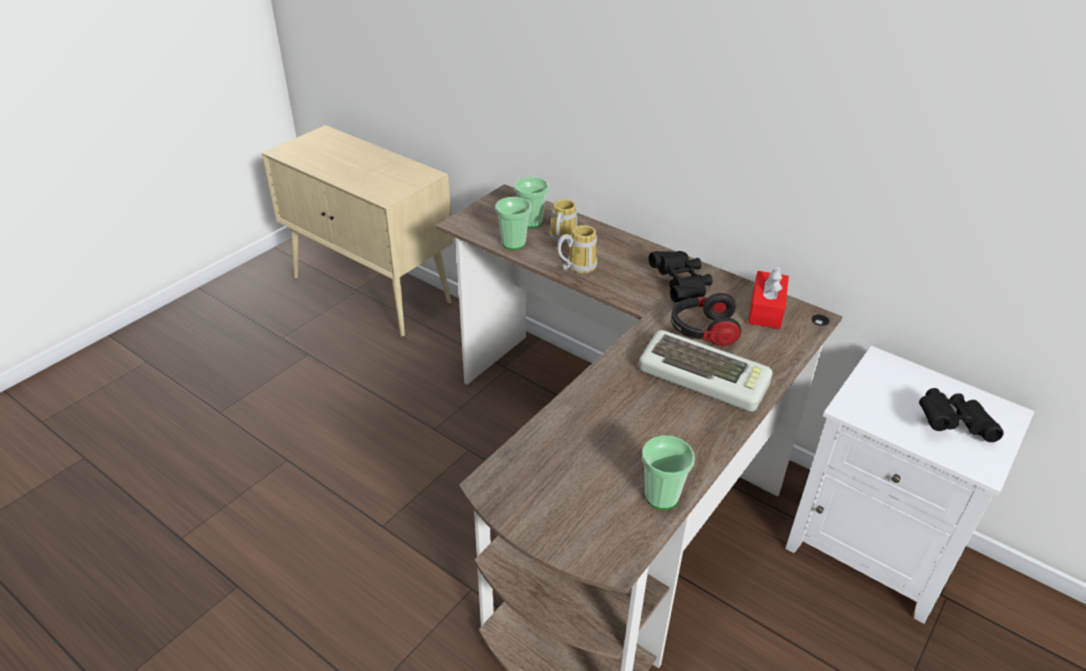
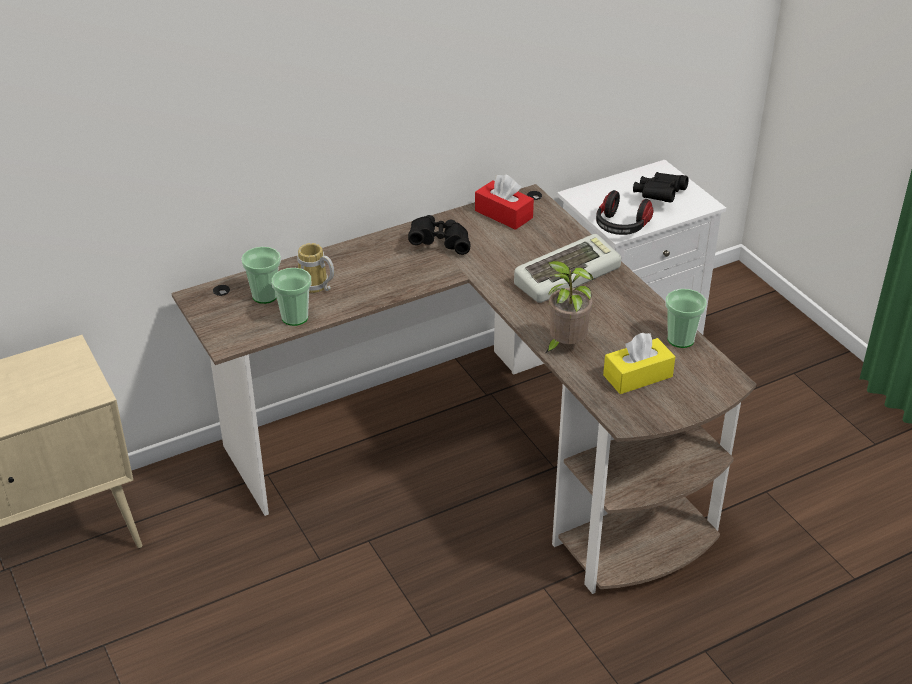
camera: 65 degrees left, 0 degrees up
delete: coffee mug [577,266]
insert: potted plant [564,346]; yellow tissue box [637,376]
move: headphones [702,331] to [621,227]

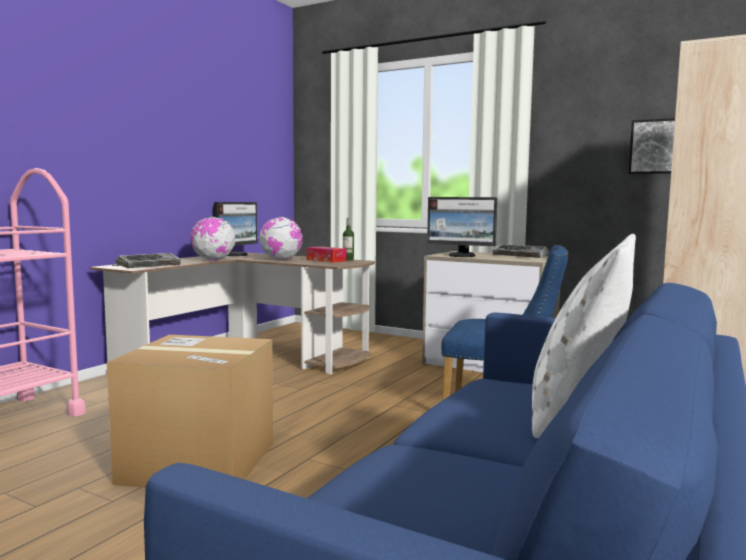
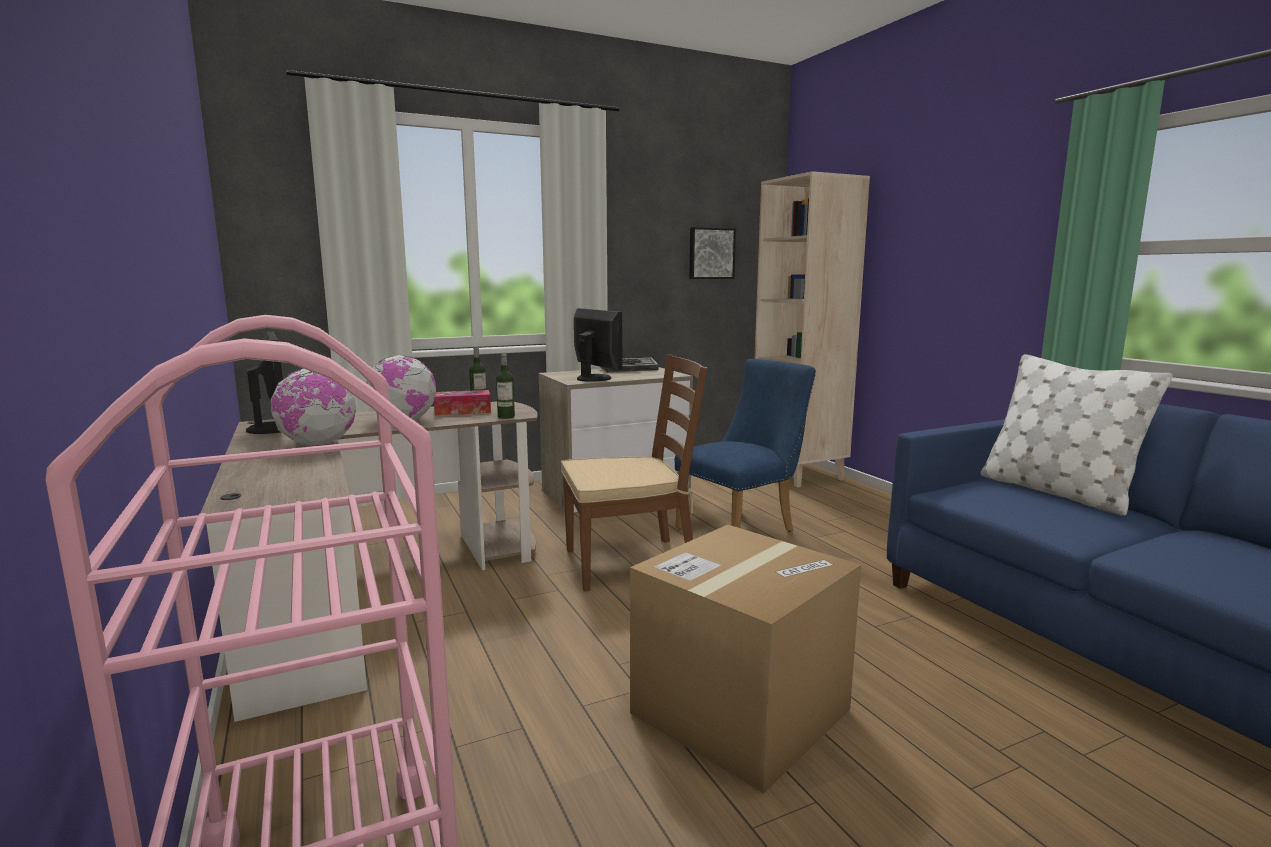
camera: 55 degrees left, 5 degrees up
delete: PC keyboard [149,265]
insert: beverage bottle [506,417]; brown chair [630,563]
rotate: computer screen [462,255] = [595,378] 90 degrees counterclockwise

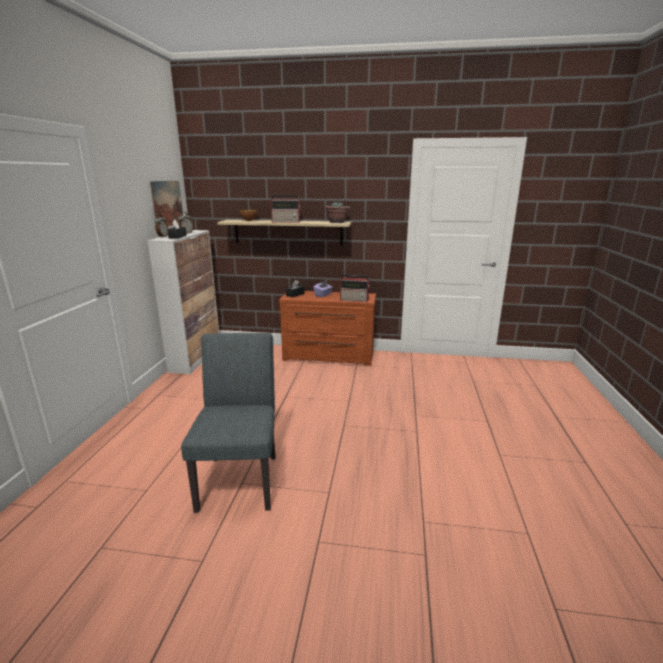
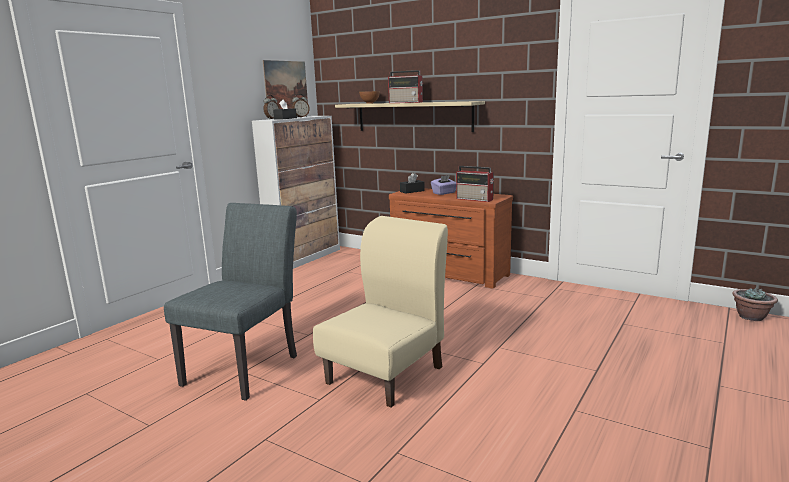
camera: 25 degrees right, 5 degrees down
insert: beige chair [386,374]
move: potted plant [337,222] to [751,317]

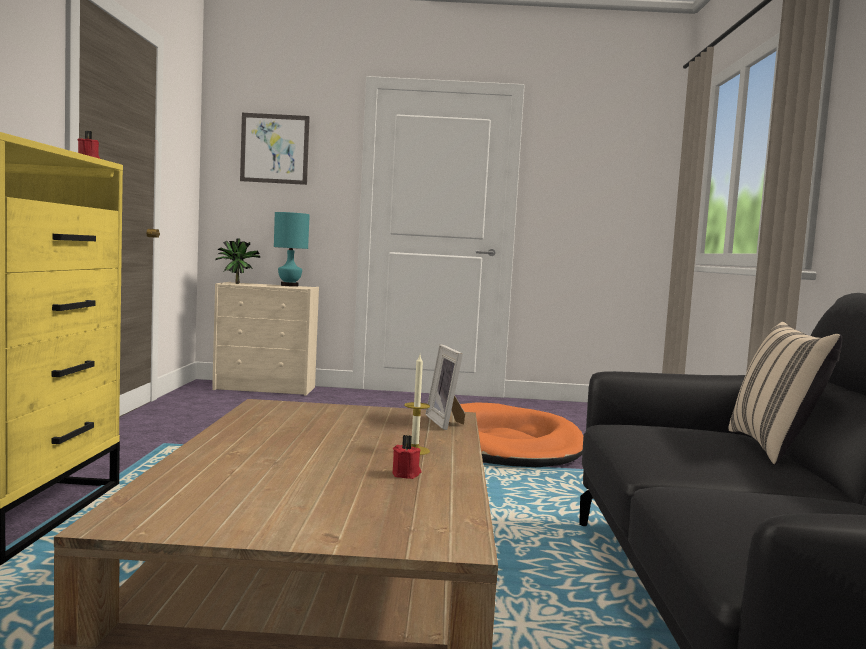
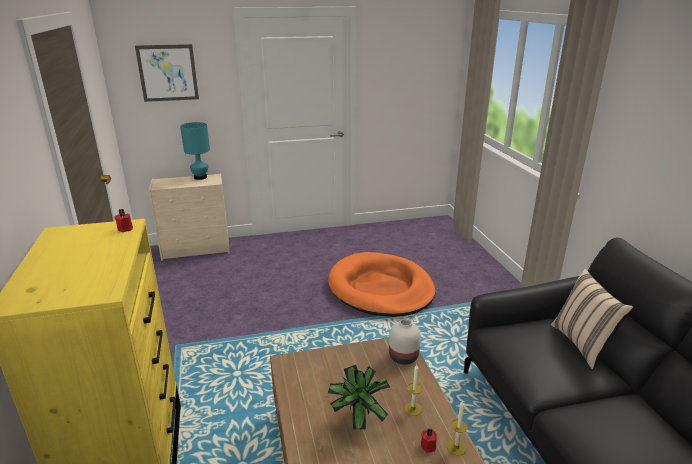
camera: 15 degrees left, 20 degrees up
insert: wax light [456,447]
move: potted plant [236,283] to [357,421]
replace: picture frame [447,422] to whitish decorative vase [404,357]

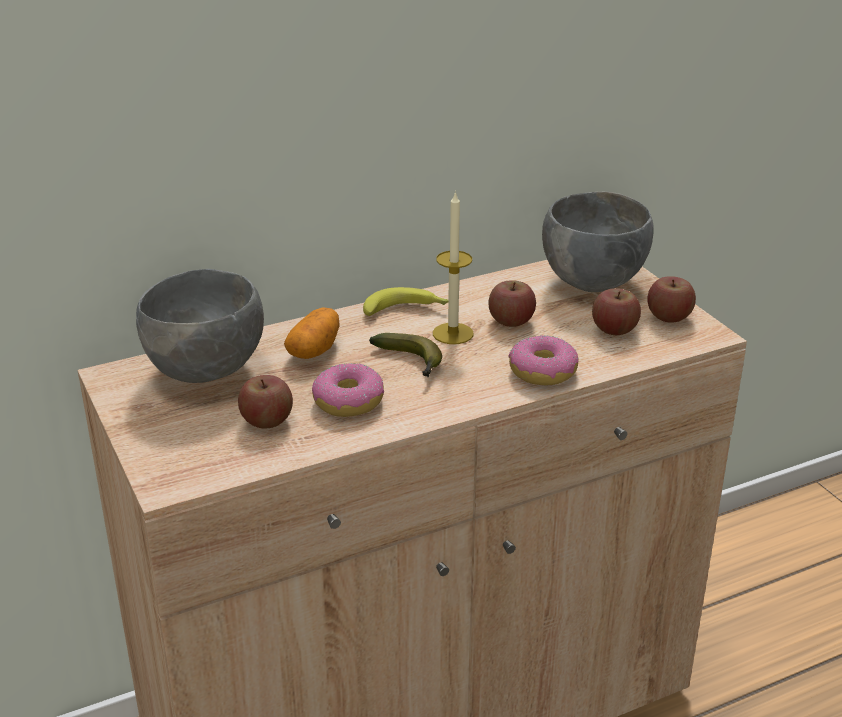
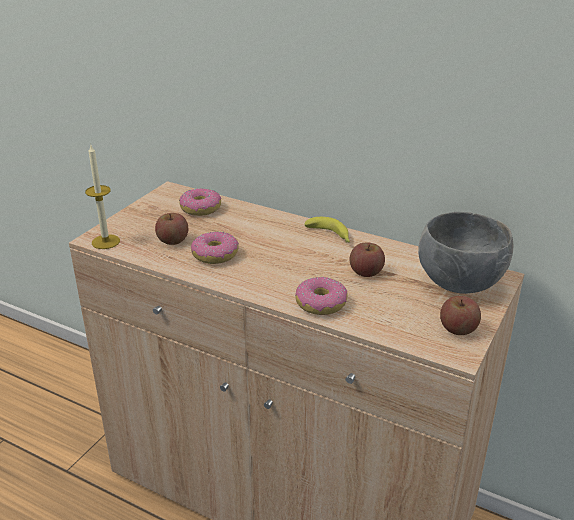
camera: 55 degrees right, 0 degrees up
delete: whole potato [314,350]; banana fruit [411,363]; apple fruit [614,329]
move: wax light [453,333] to [105,242]
replace: grey serving bowl [208,370] to donut [201,209]

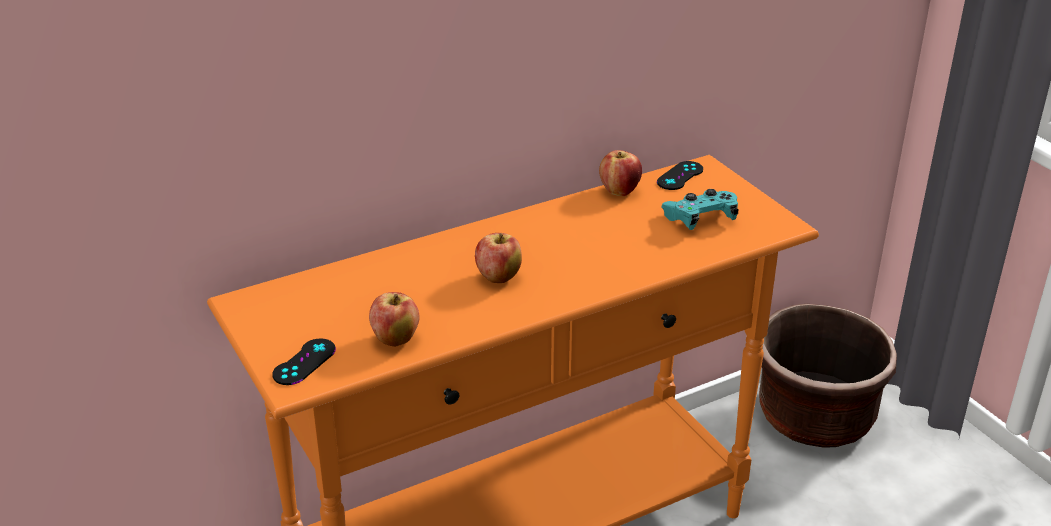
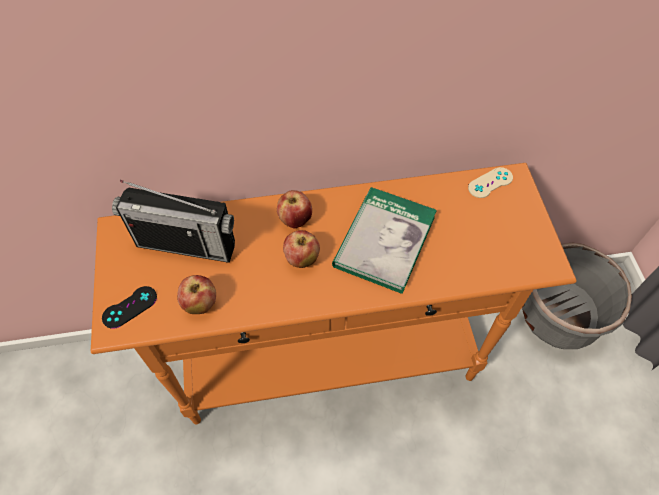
camera: 20 degrees right, 25 degrees up
delete: turquoise-coloured gamepad [700,219]
insert: radio receiver [186,244]; book [384,241]
move: apple fruit [619,191] to [295,220]
recolor: black-coloured gamepad [680,176] to beige gamepad [490,183]; brown flower pot [815,416] to grey flower pot [558,315]

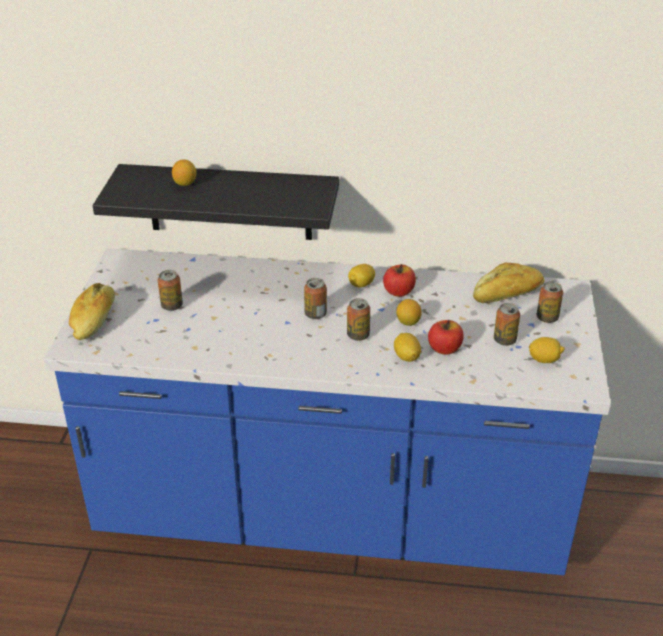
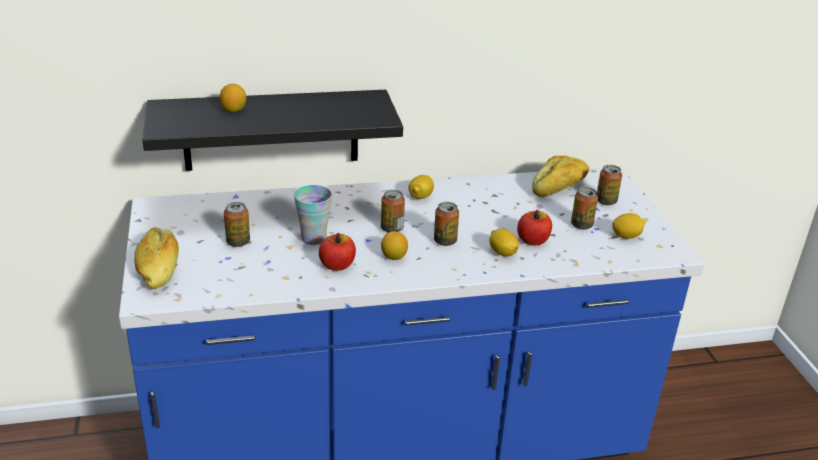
camera: 20 degrees left, 5 degrees down
insert: cup [313,238]
move: apple fruit [398,292] to [337,265]; lemon [408,322] to [394,257]

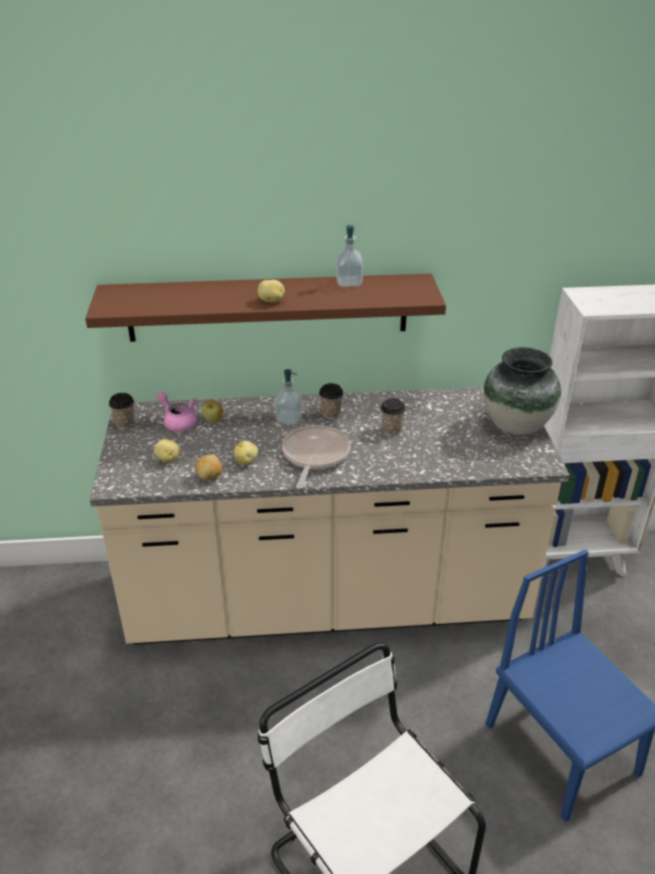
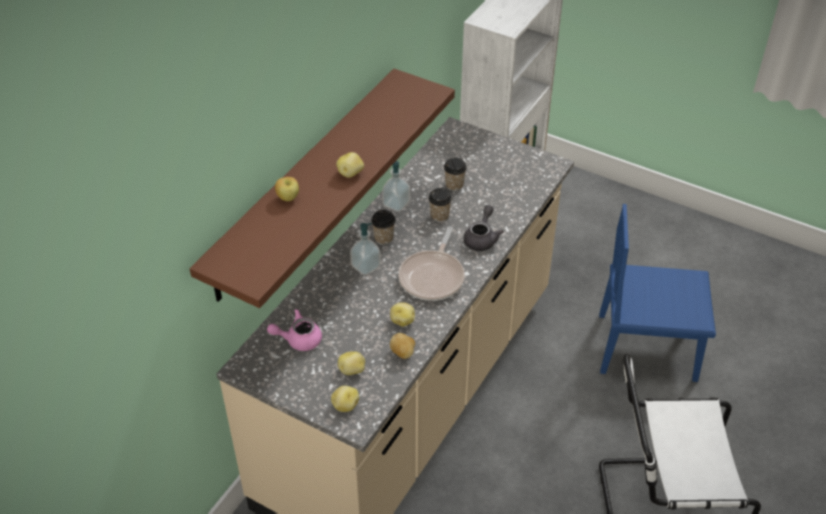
camera: 55 degrees left, 10 degrees up
delete: decorative vase [516,426]
insert: whole potato [345,405]; grey pot for tea [482,238]
move: cup [125,424] to [454,185]; apple fruit [213,420] to [288,198]; liquid soap bottle [349,282] to [396,204]
rotate: frying pan [314,456] = [433,277] 120 degrees counterclockwise

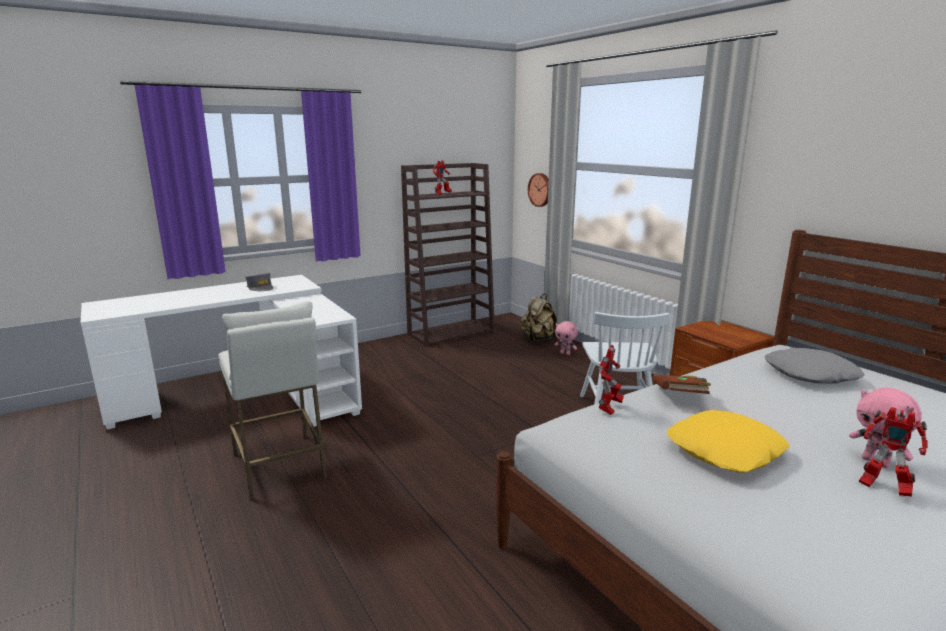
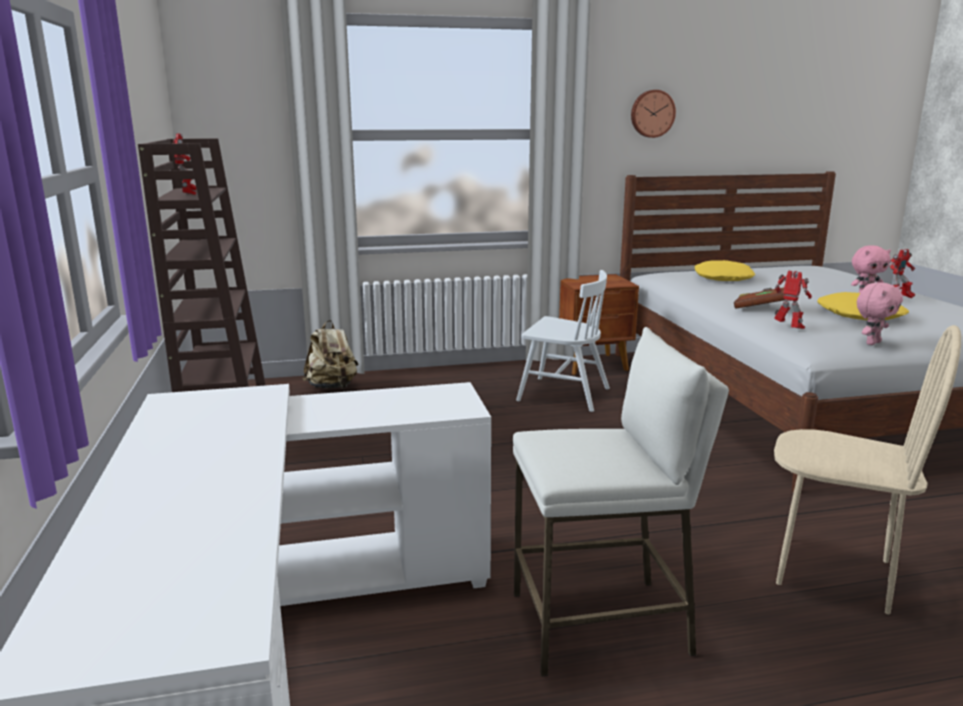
camera: 70 degrees left, 0 degrees up
delete: grey baseball cap [260,287]
insert: beige chair [833,573]
move: hanging clock [540,190] to [652,113]; pinkish plush toy [565,353] to [872,343]
recolor: grey pillow [810,374] to yellow pillow [722,278]

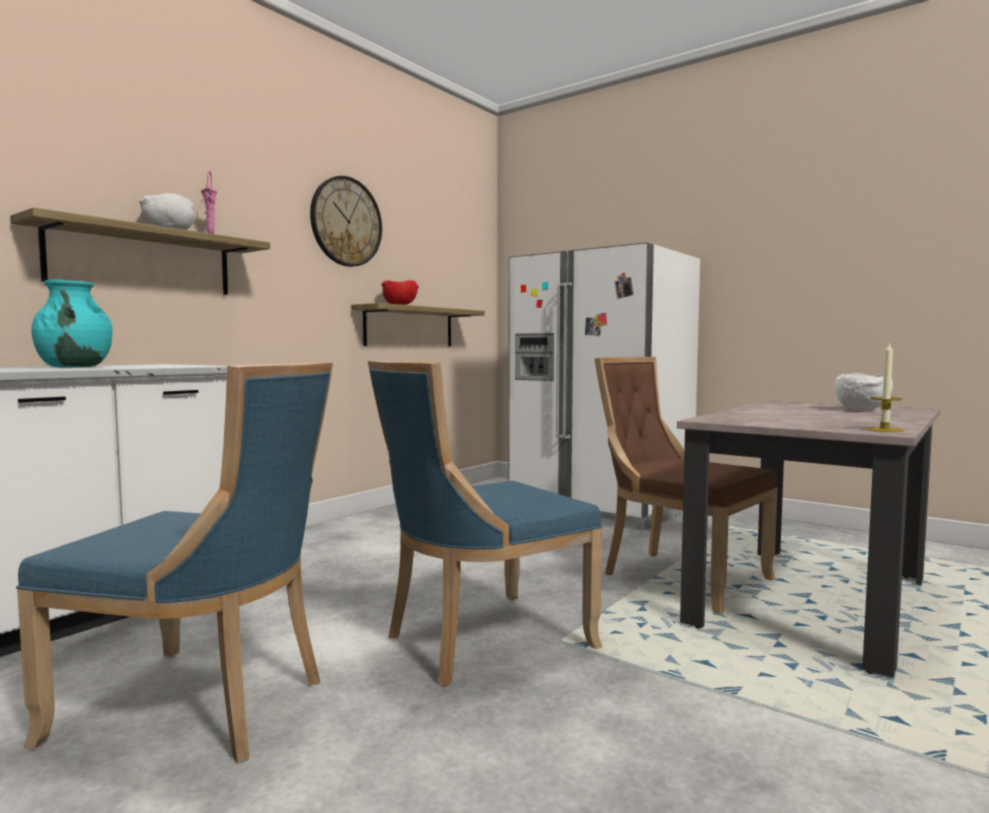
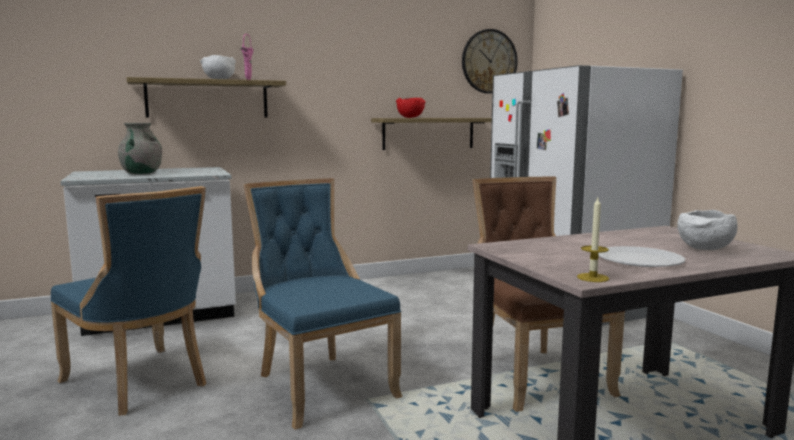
camera: 30 degrees right, 5 degrees up
insert: whitish dinner plate [639,259]
move: hanging clock [346,222] to [489,61]
recolor: turquoise-coloured decorative vase [74,367] to grey decorative vase [141,173]
rotate: blue-coloured chair [480,640] = [320,385] 60 degrees clockwise

